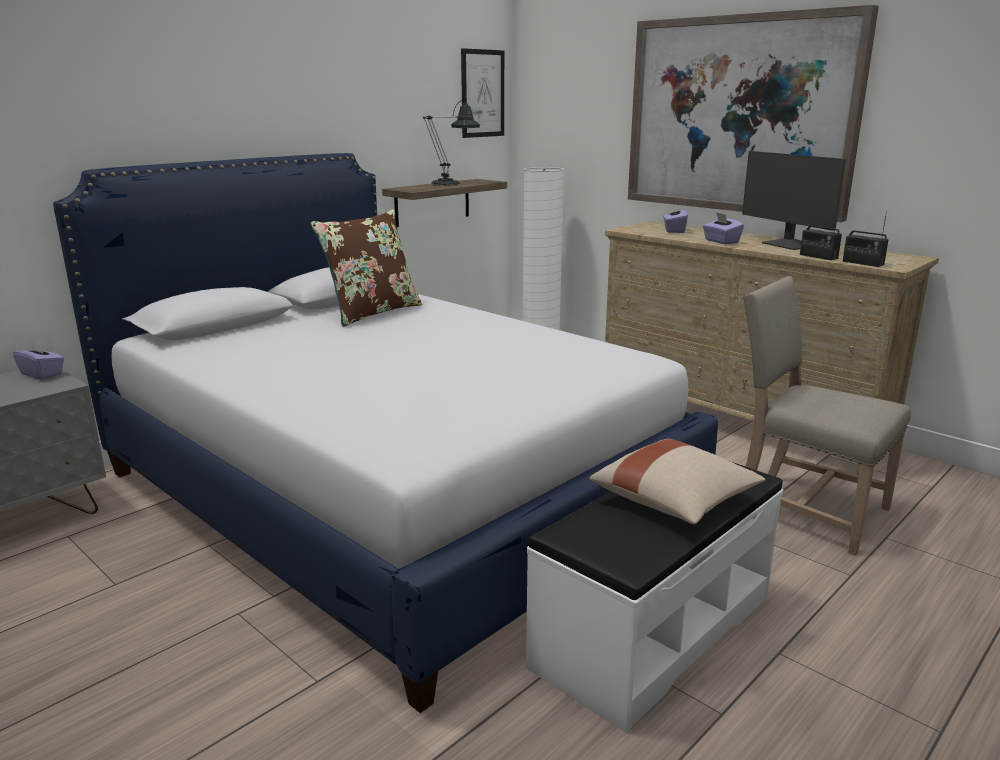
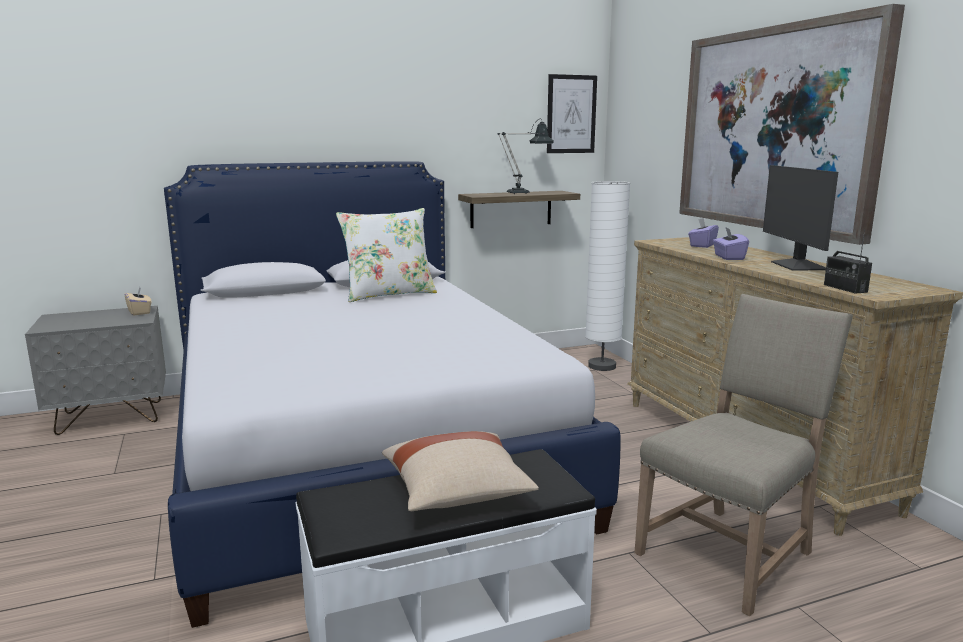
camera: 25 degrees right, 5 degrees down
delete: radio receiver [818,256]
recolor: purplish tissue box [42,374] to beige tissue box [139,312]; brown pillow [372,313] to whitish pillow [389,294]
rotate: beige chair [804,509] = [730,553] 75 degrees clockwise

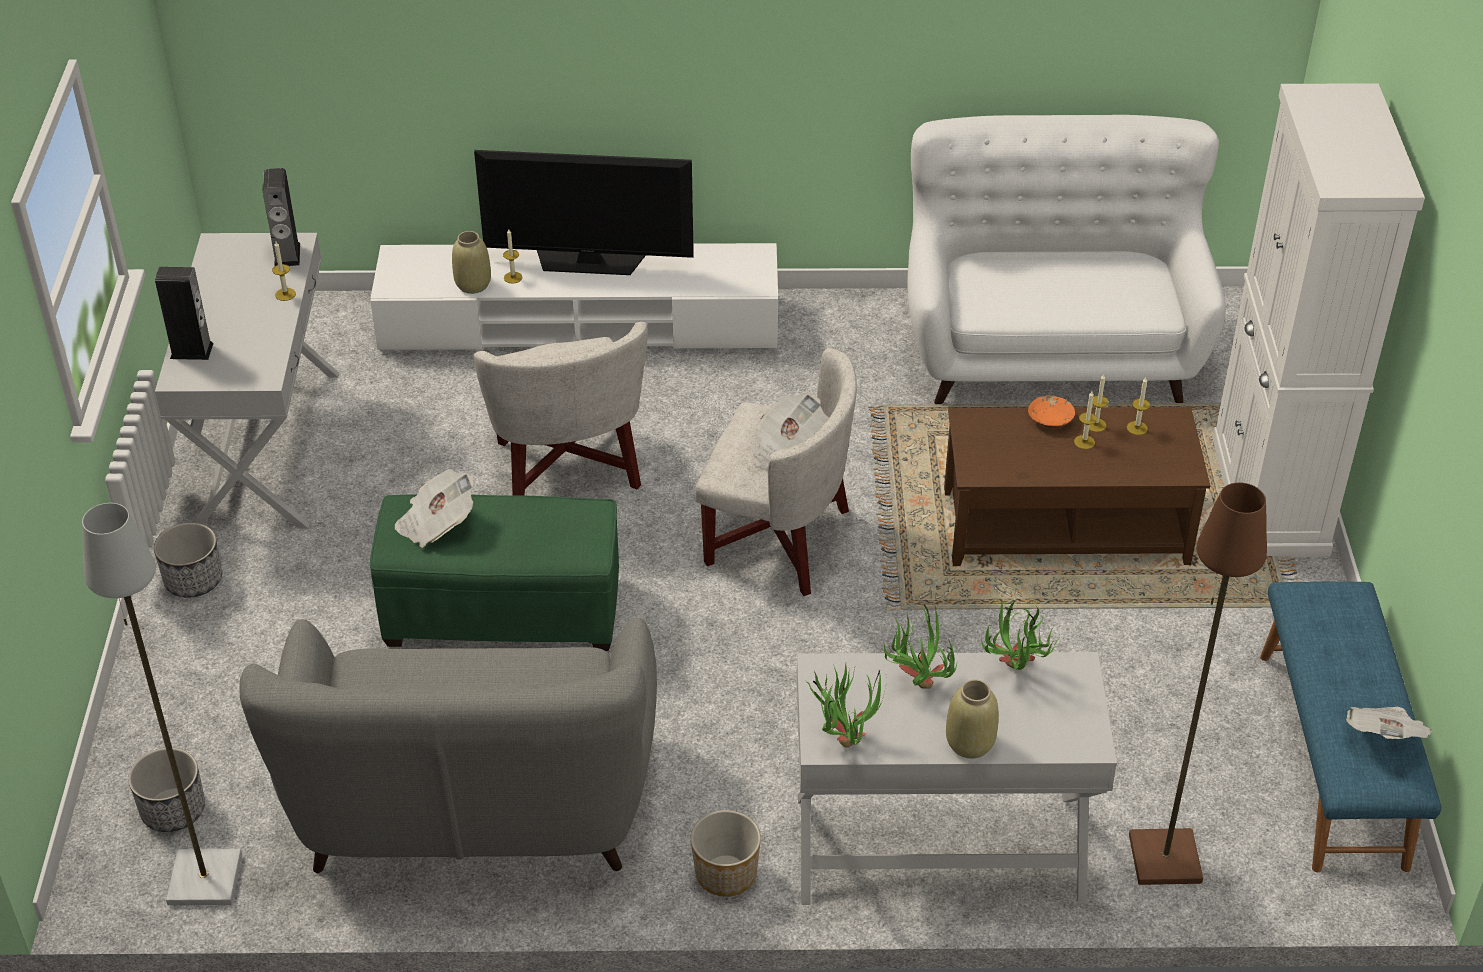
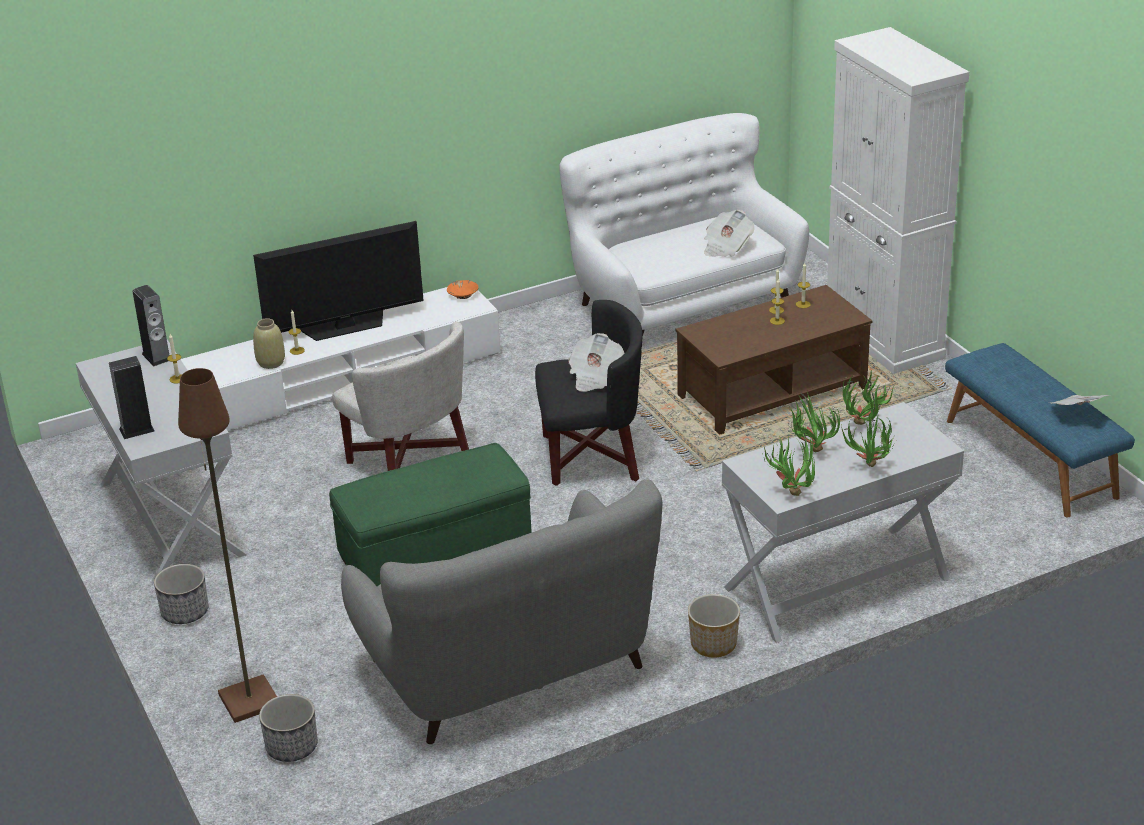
camera: 25 degrees left, 10 degrees down
delete: grey standing lamp [203,880]
move: newspaper [436,524] to [726,247]; orange serving bowl [1051,419] to [463,294]; brown standing lamp [1164,860] to [249,701]
replace: beige decorative vase [969,743] to potted plant [869,469]
recolor: whitish lounge chair [778,539] to black-coloured lounge chair [592,456]

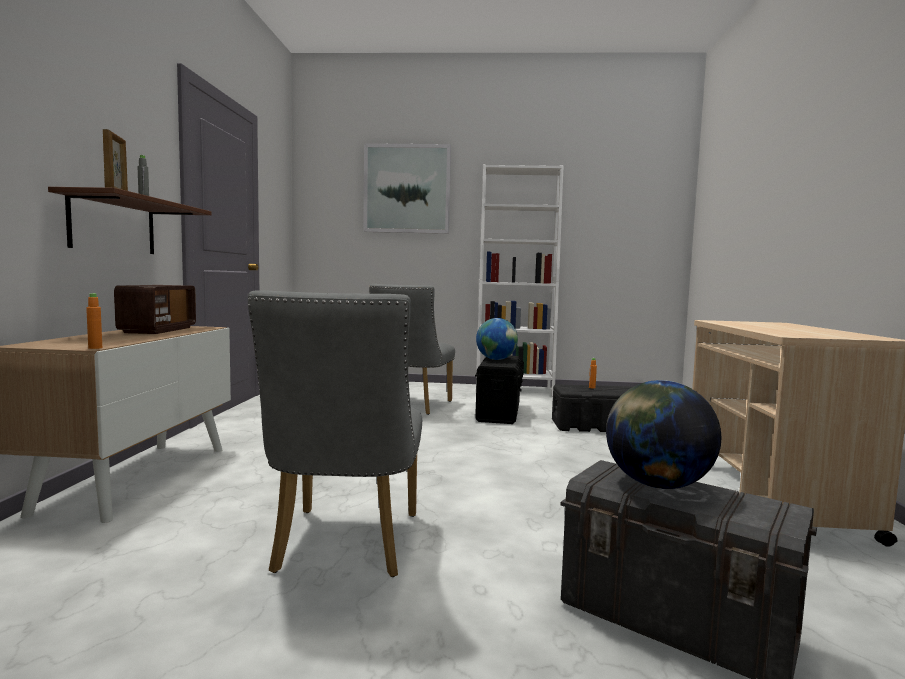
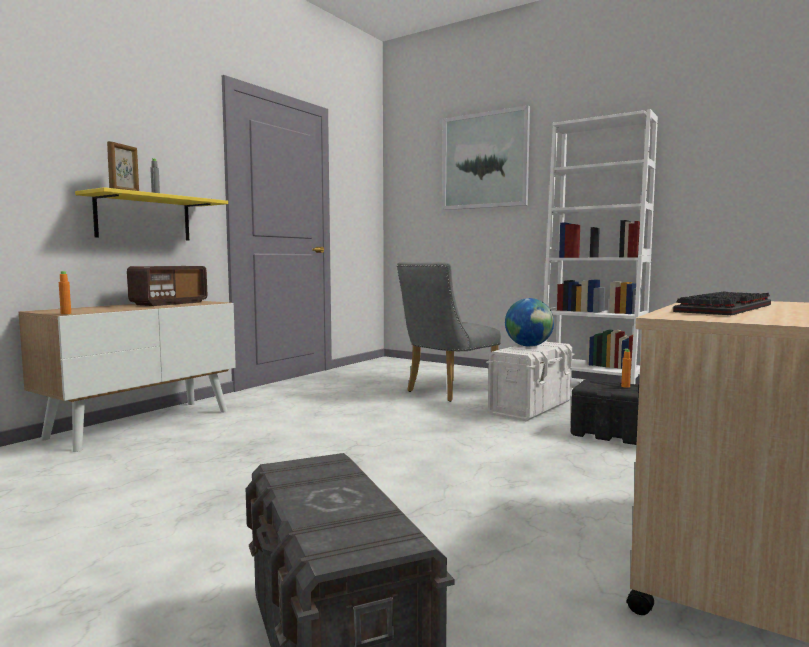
camera: 30 degrees right, 0 degrees up
delete: grey chair [344,547]; globe [657,485]
insert: PC keyboard [728,309]
recolor: brown shelf [113,225] to yellow shelf [143,218]; black-coloured storage box [499,412] to whitish storage box [531,407]

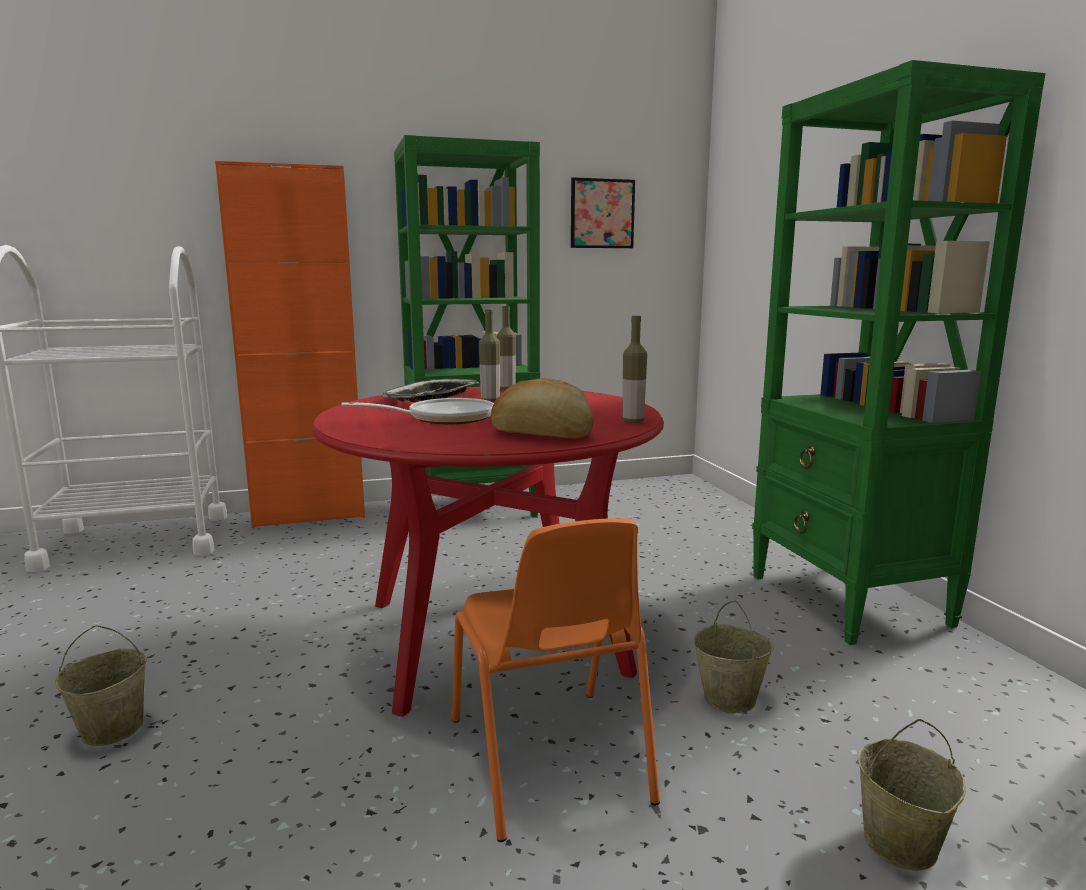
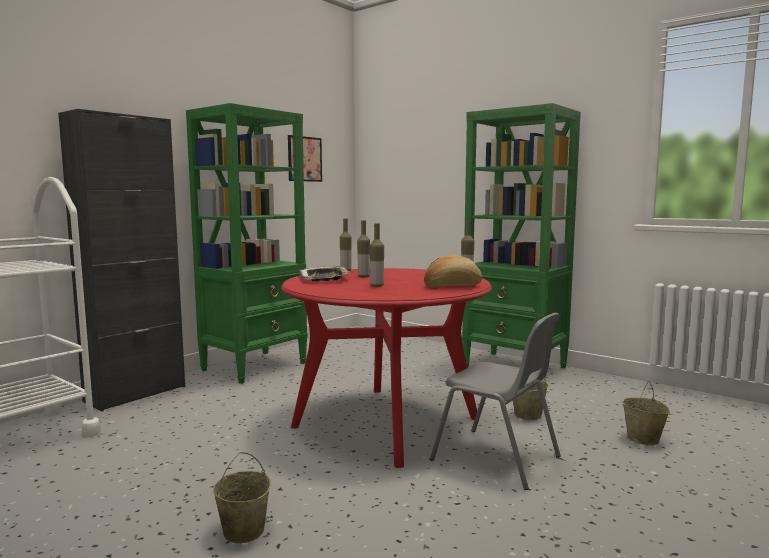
camera: 35 degrees left, 5 degrees down
replace: frying pan [443,418] to beverage bottle [377,286]
recolor: orange cupboard [310,515] to black-coloured cupboard [135,394]; orange chair [549,761] to grey chair [497,459]

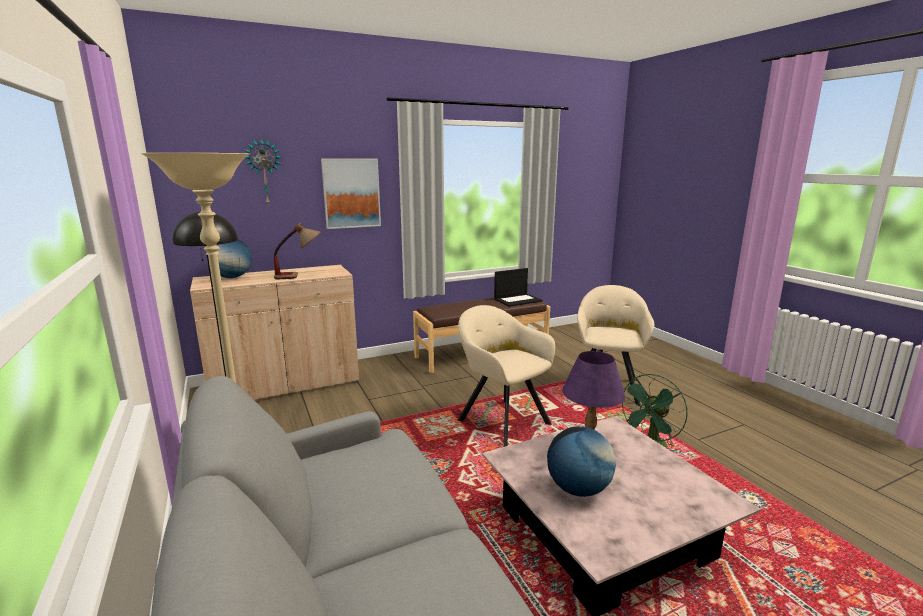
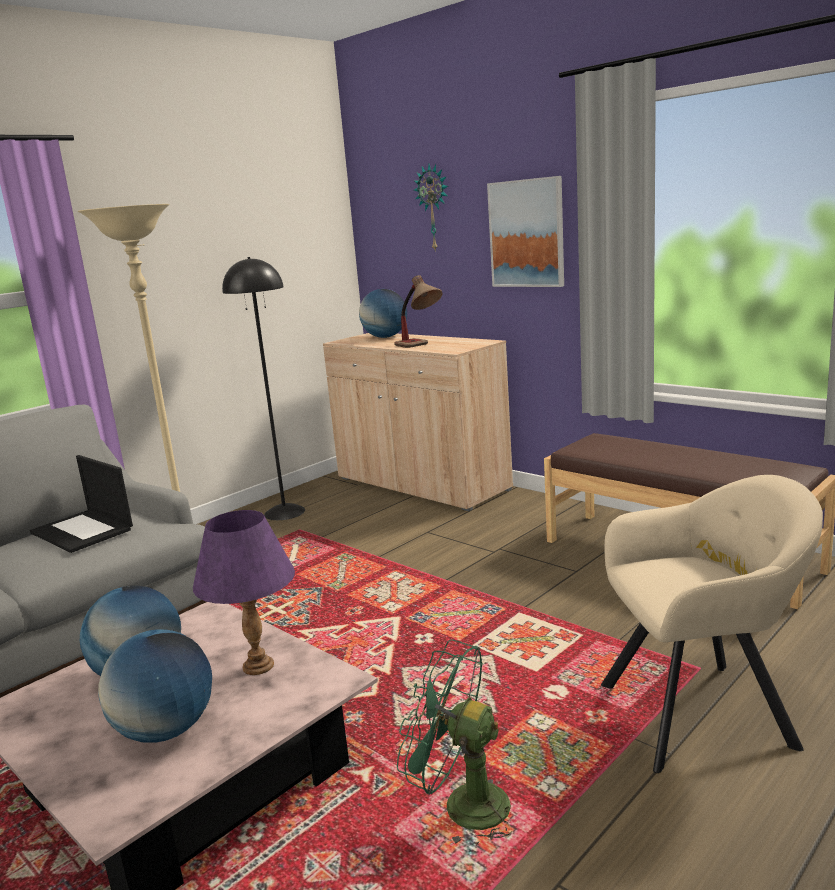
camera: 70 degrees right, 0 degrees up
delete: beige lounge chair [501,420]
insert: globe [166,730]
move: notebook computer [518,300] to [83,531]

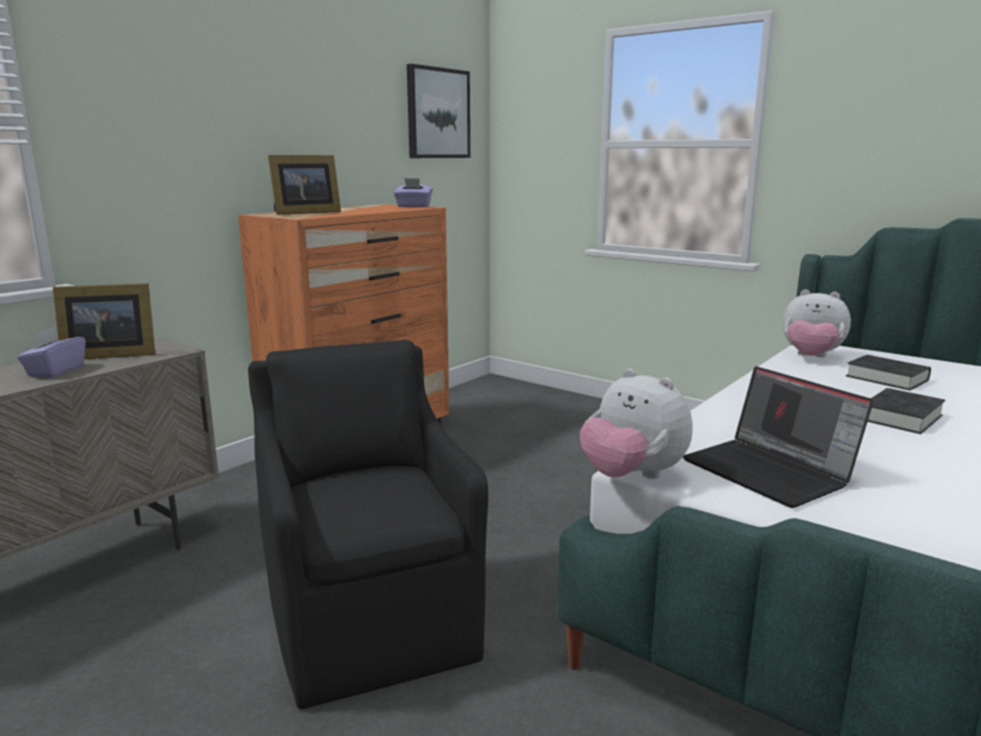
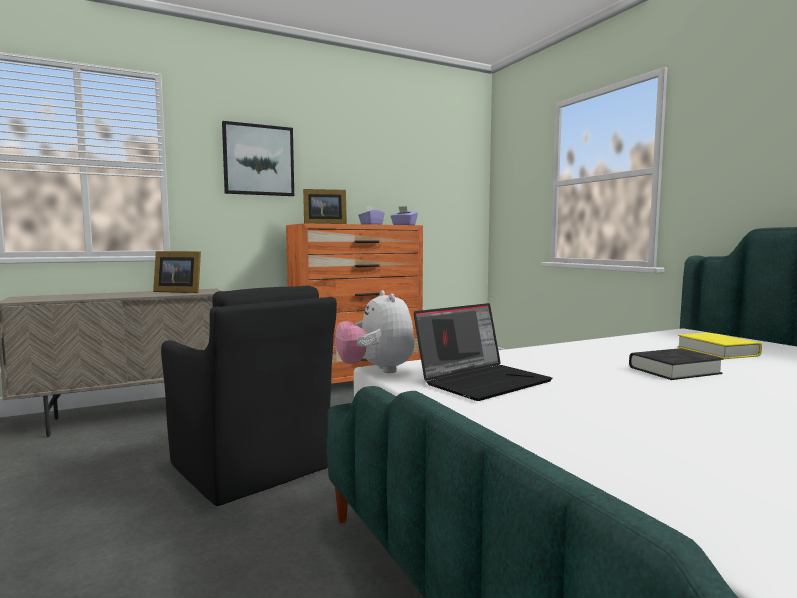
camera: 25 degrees right, 10 degrees down
delete: plush toy [810,357]
move: purplish tissue box [55,371] to [371,225]; wall art [437,113] to [258,160]
recolor: black-coloured book [886,378] to yellow book [717,351]
rotate: black-coloured lounge chair [371,622] = [250,468] 135 degrees clockwise; notebook computer [771,472] = [483,381] 120 degrees counterclockwise

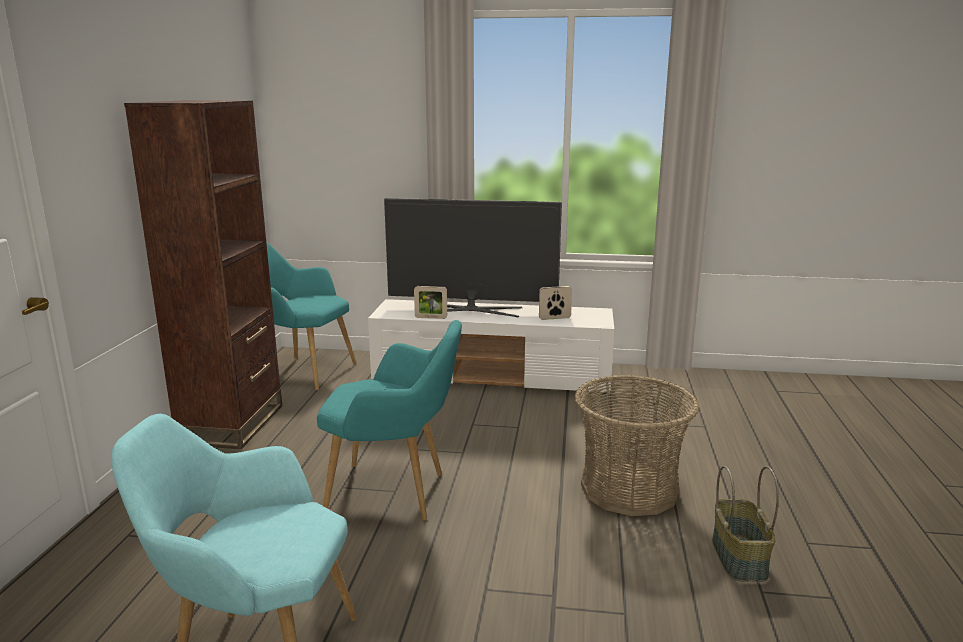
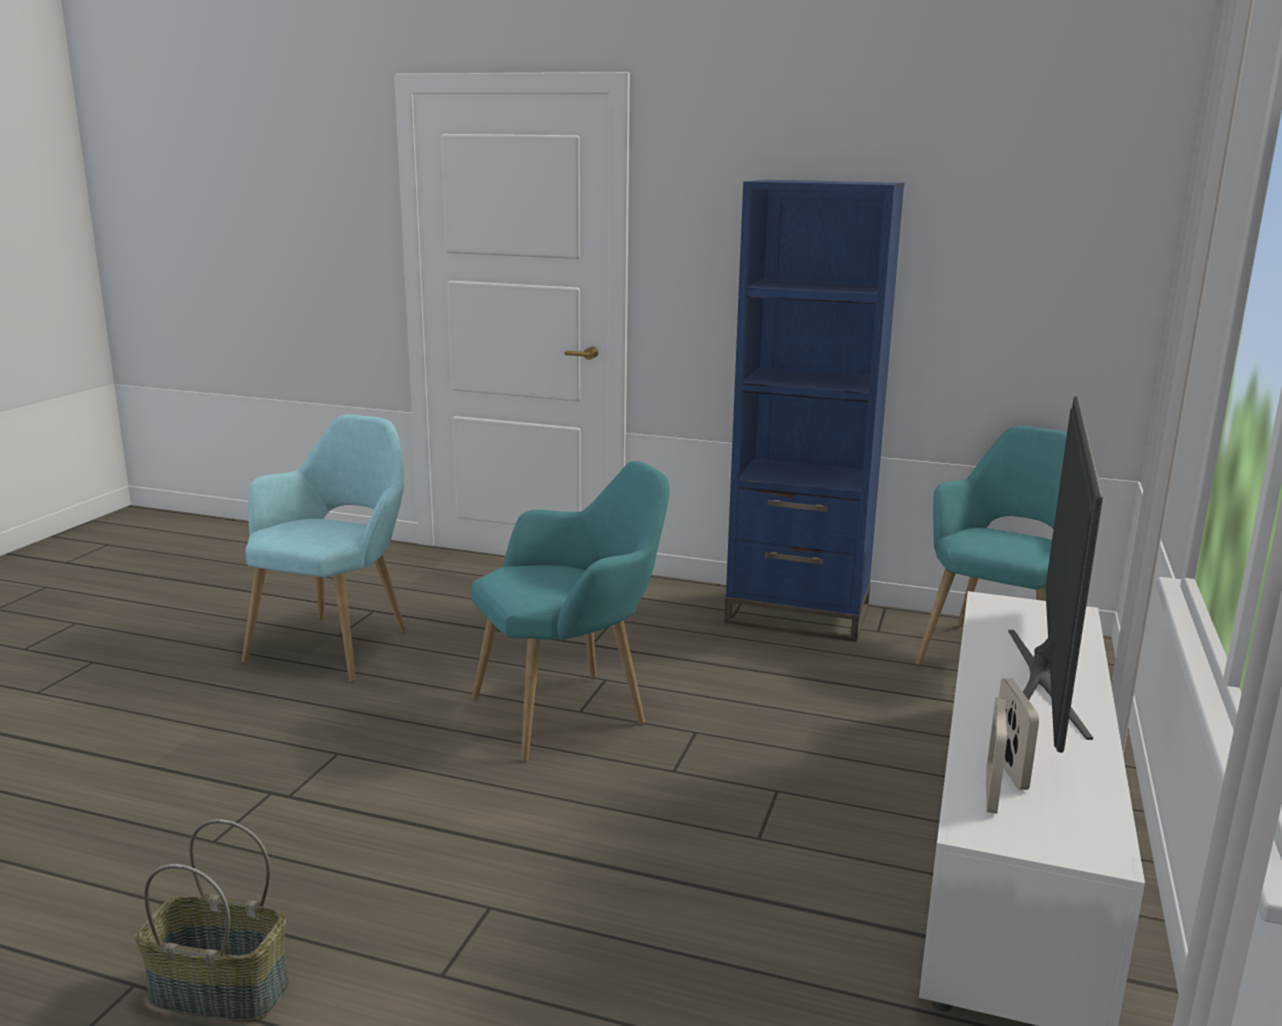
camera: 100 degrees right, 0 degrees up
delete: basket [629,489]
move: picture frame [431,317] to [991,792]
recolor: brown shelving unit [232,424] to blue-coloured shelving unit [797,615]
rotate: turquoise-coloured lounge chair [395,494] = [571,711] 135 degrees counterclockwise

